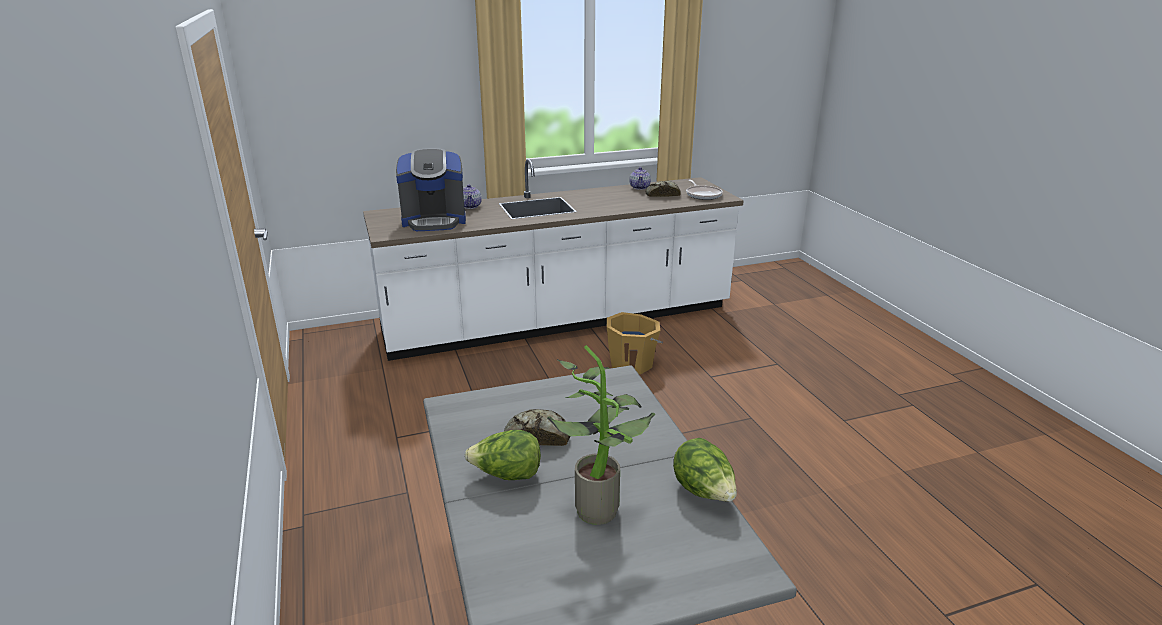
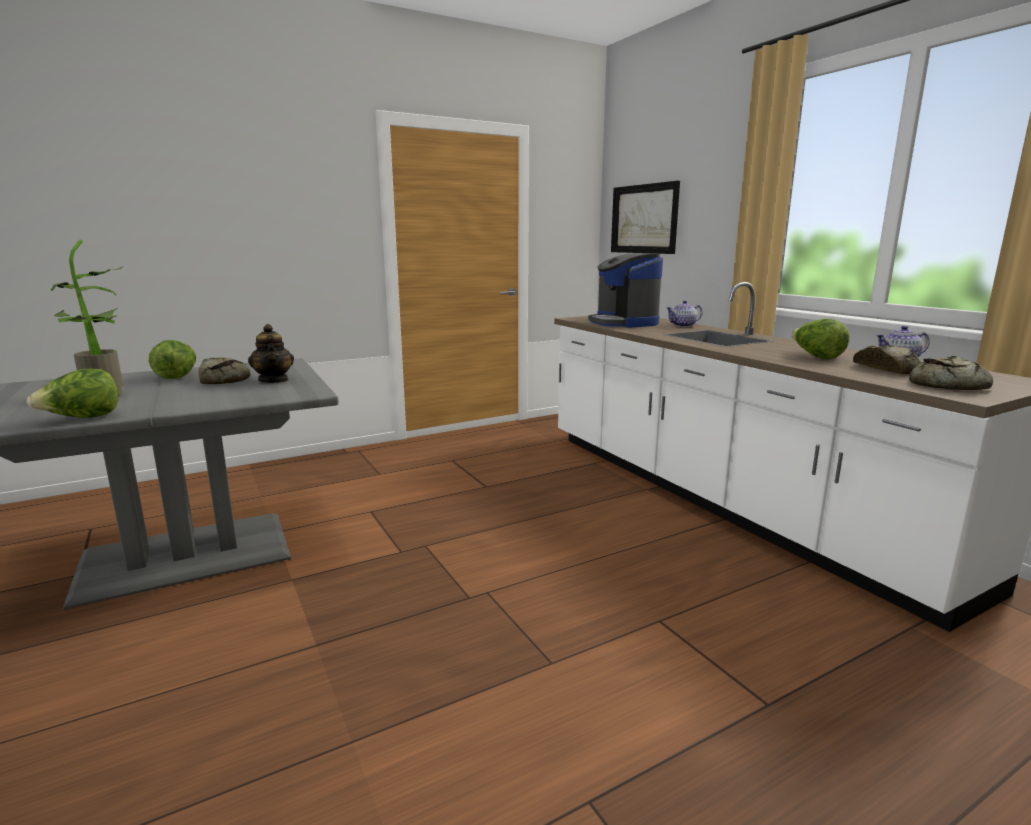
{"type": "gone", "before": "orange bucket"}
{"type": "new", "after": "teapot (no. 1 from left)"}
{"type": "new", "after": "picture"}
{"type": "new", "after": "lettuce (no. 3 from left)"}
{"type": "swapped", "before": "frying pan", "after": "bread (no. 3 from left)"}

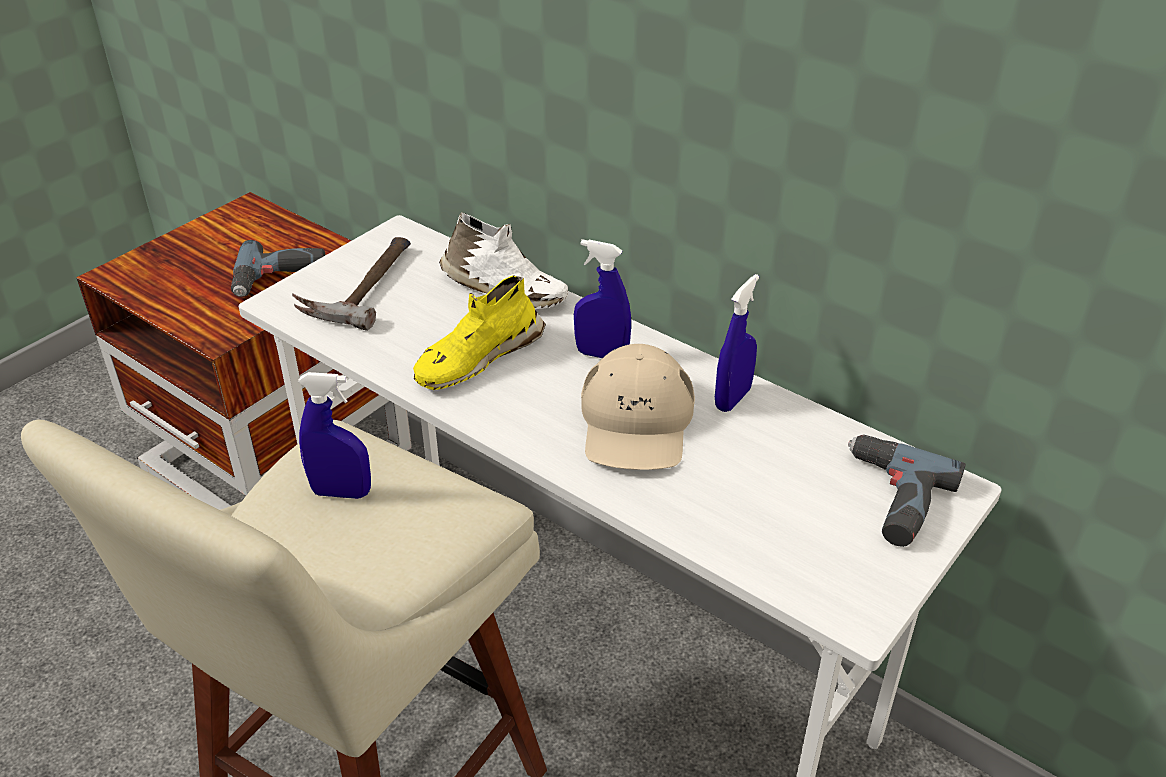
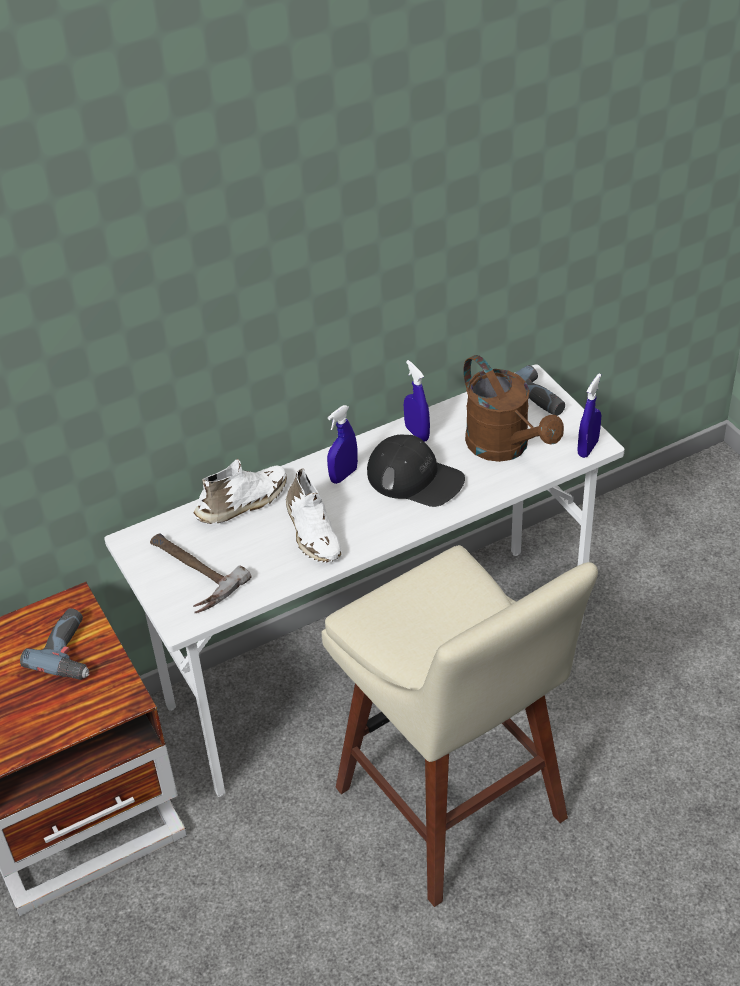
{"type": "new", "after": "brown watering can"}
{"type": "shifted", "before": "blue spray bottle (no. 1 from left in the first image)", "after": "blue spray bottle (no. 3 from left)"}
{"type": "repainted", "before": "yellow shoe", "after": "white shoe (no. 2 from left)"}
{"type": "repainted", "before": "beige cap", "after": "black cap"}

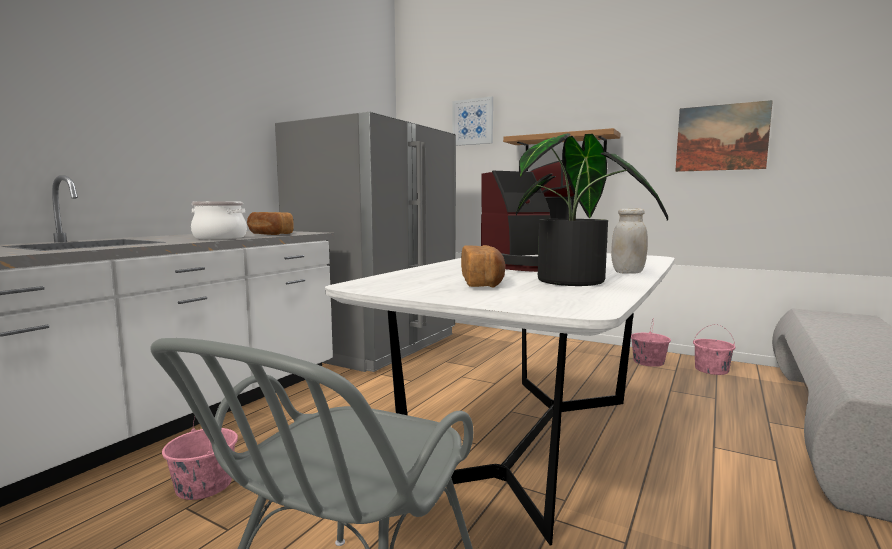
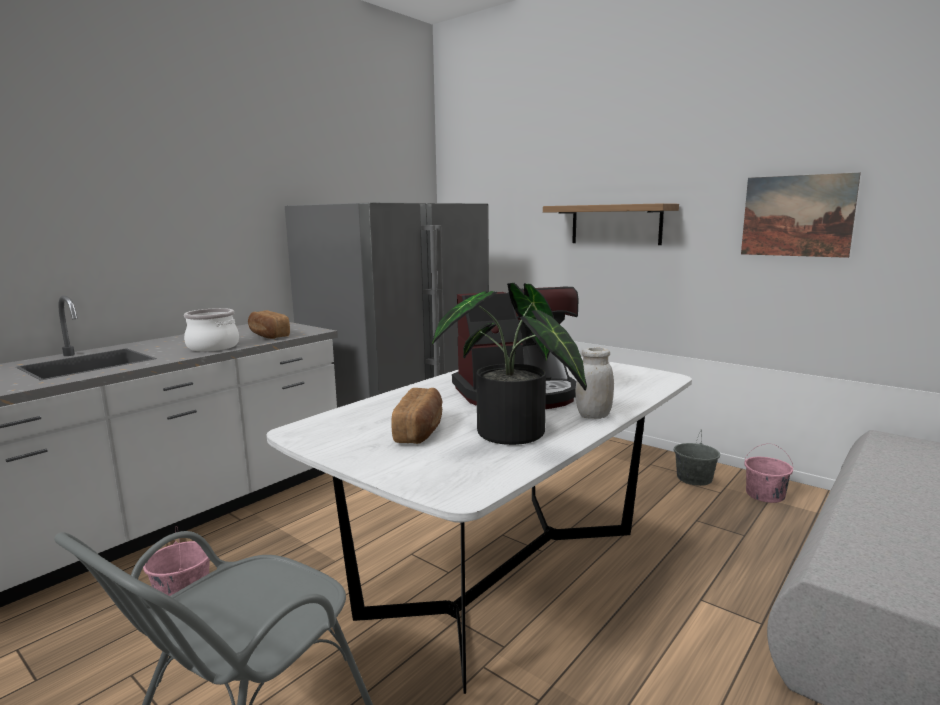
{"type": "gone", "before": "picture (no. 1 from left)"}
{"type": "repainted", "before": "pink bucket (no. 2 from left)", "after": "grey bucket"}

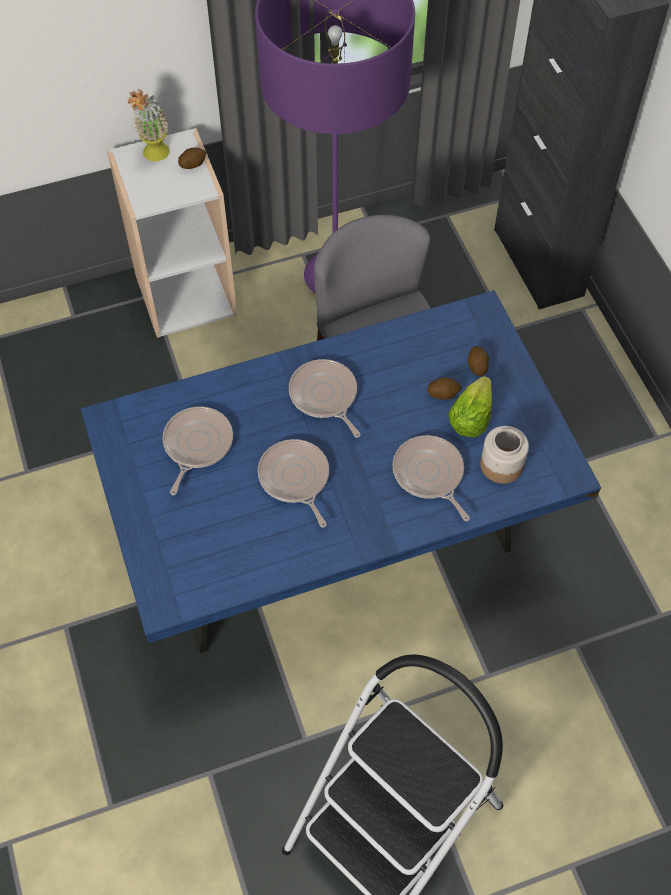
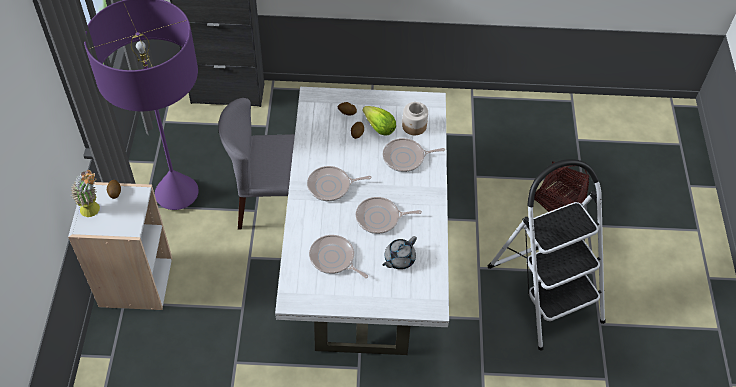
{"type": "new", "after": "grey teapot"}
{"type": "new", "after": "basket"}
{"type": "repainted", "before": "blue dining table", "after": "white dining table"}

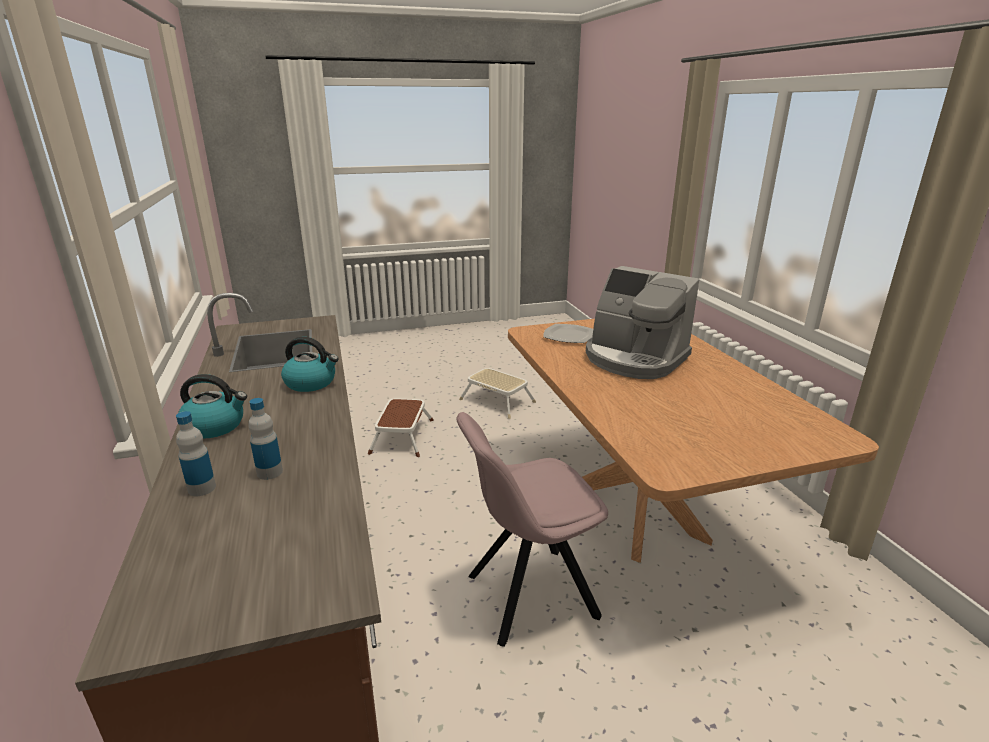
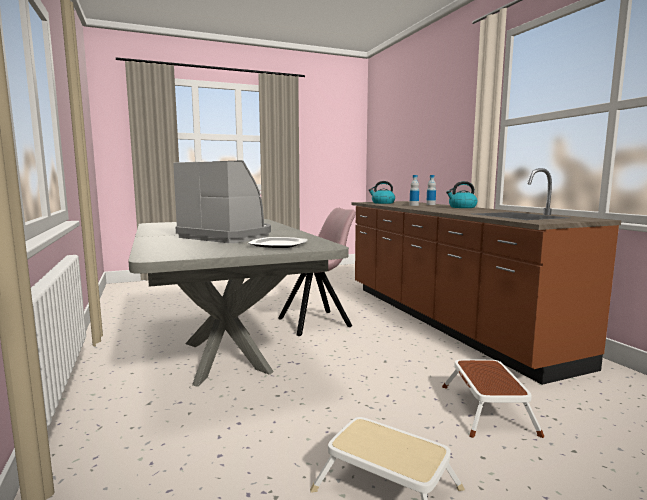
{"type": "shifted", "before": "kettle (no. 2 from left in the first image)", "after": "kettle (no. 1 from left)"}
{"type": "repainted", "before": "brown dining table", "after": "grey dining table"}

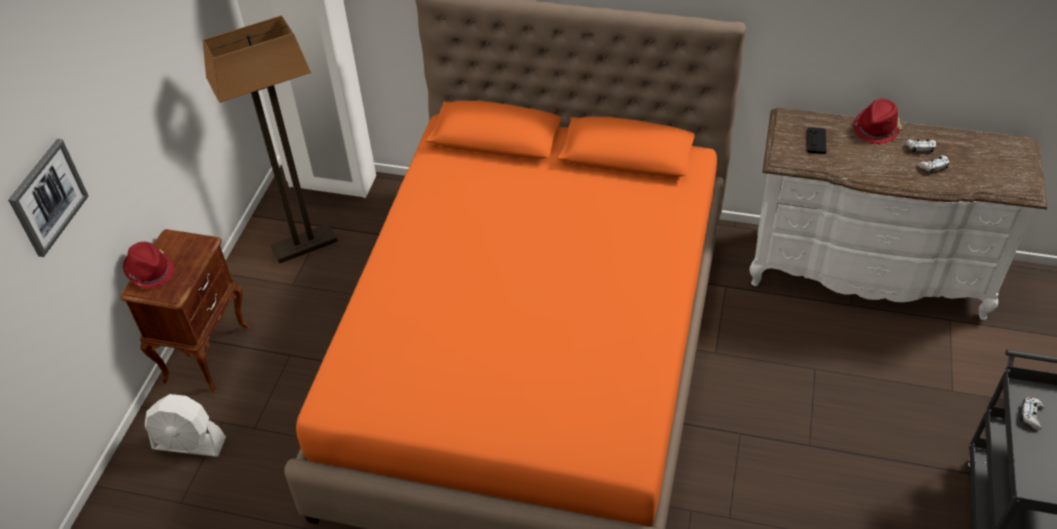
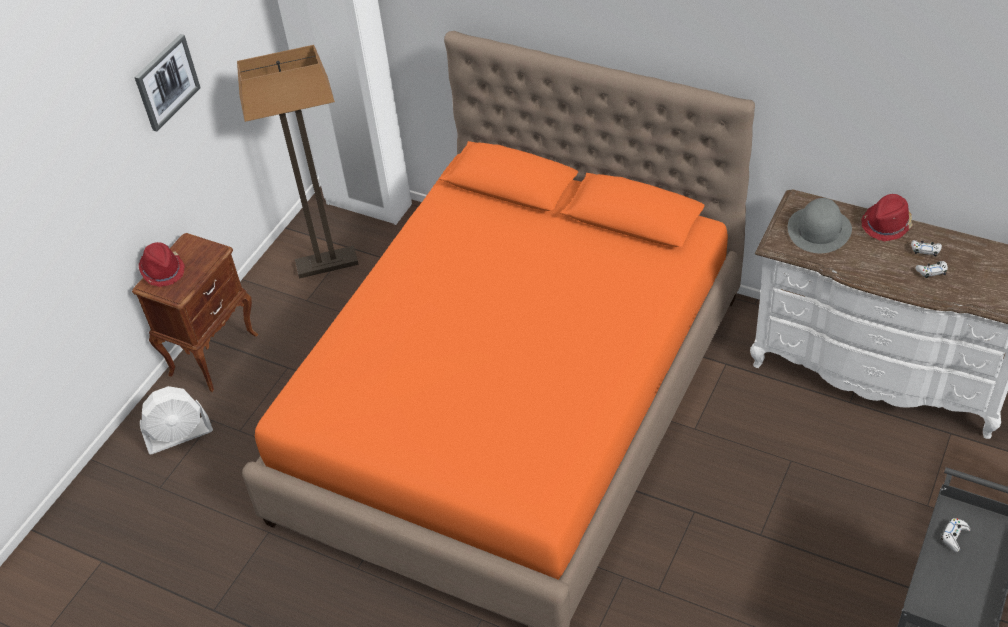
{"type": "shifted", "before": "picture"}
{"type": "swapped", "before": "black game controller", "after": "grey hat"}
{"type": "rotated", "before": "white fan", "turn": -45}

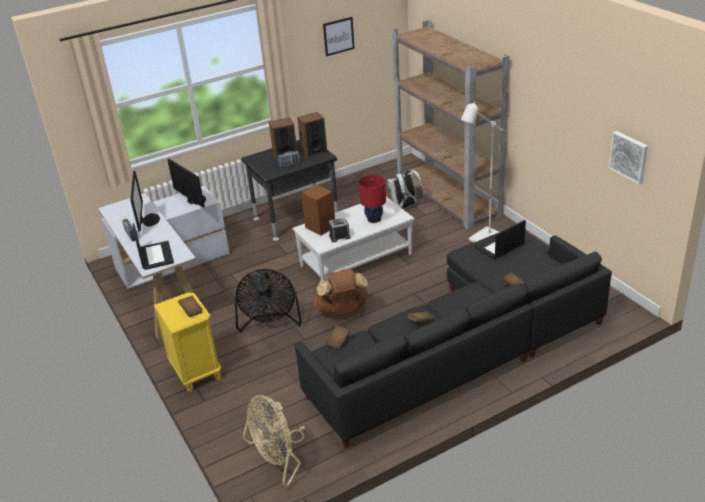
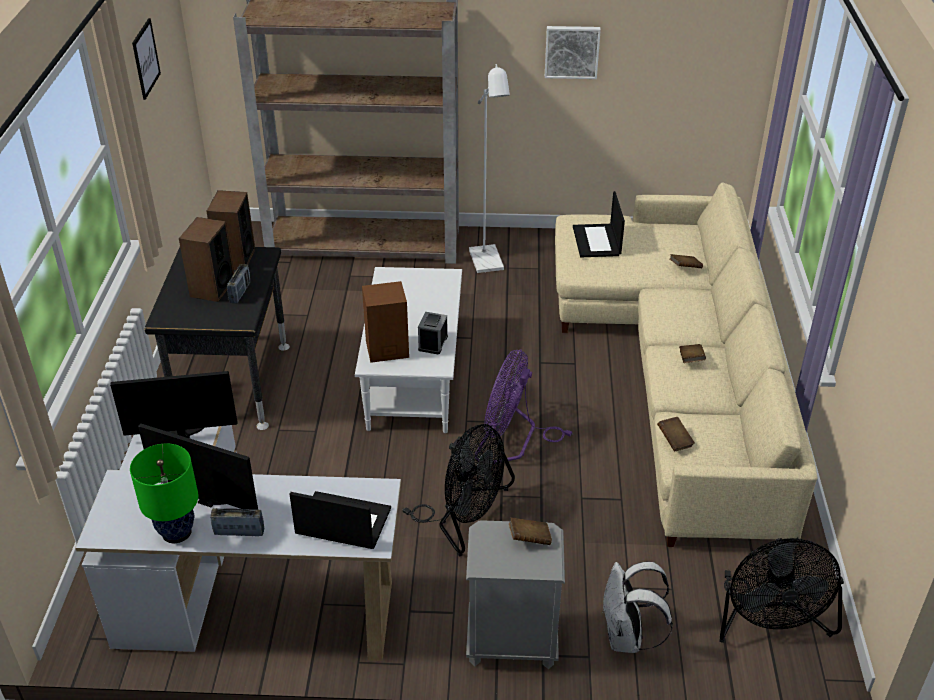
{"type": "gone", "before": "red table lamp"}
{"type": "new", "after": "green table lamp"}
{"type": "shifted", "before": "white backpack"}
{"type": "shifted", "before": "picture (no. 2 from left)"}
{"type": "swapped", "before": "brown backpack", "after": "purple fan"}
{"type": "repainted", "before": "yellow nightstand", "after": "grey nightstand"}
{"type": "repainted", "before": "beige fan", "after": "black fan (no. 2 from left)"}
{"type": "repainted", "before": "black sofa", "after": "beige sofa"}

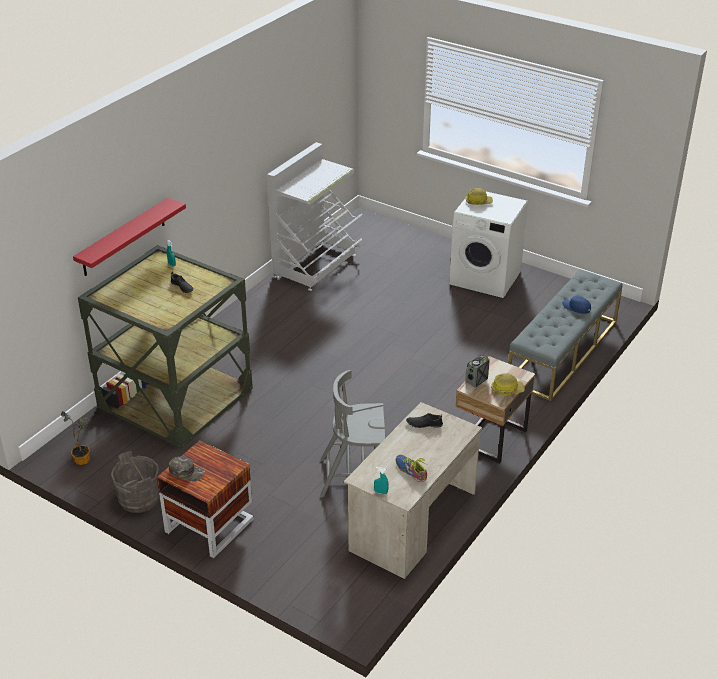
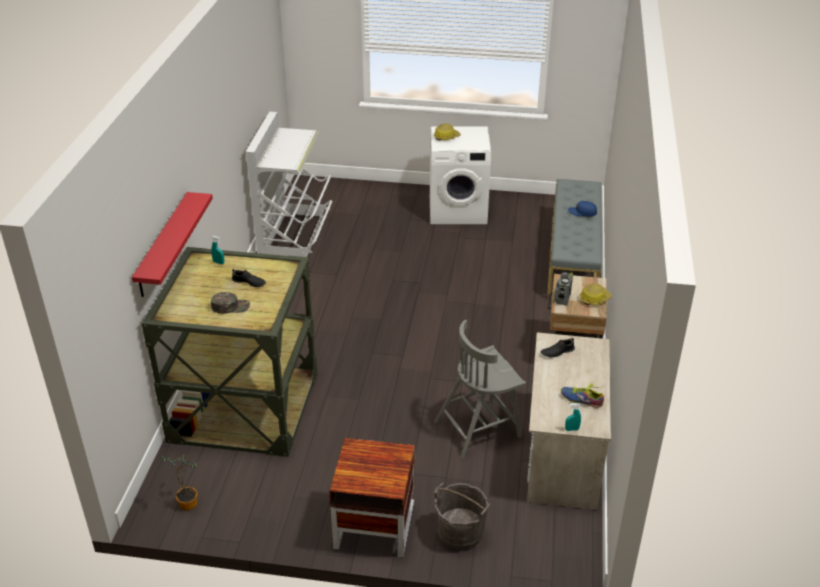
{"type": "shifted", "before": "grey bucket"}
{"type": "shifted", "before": "green cap"}

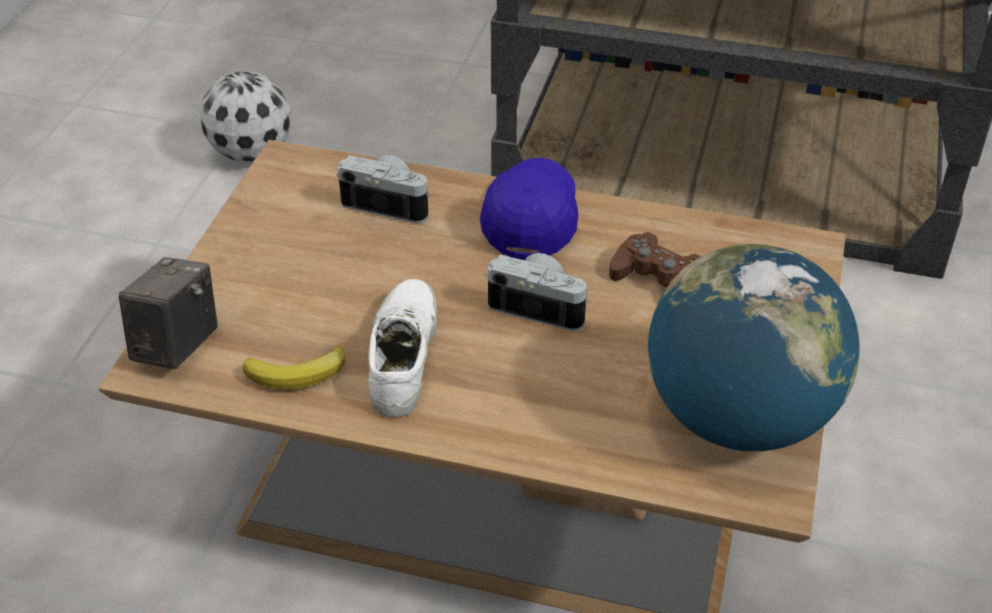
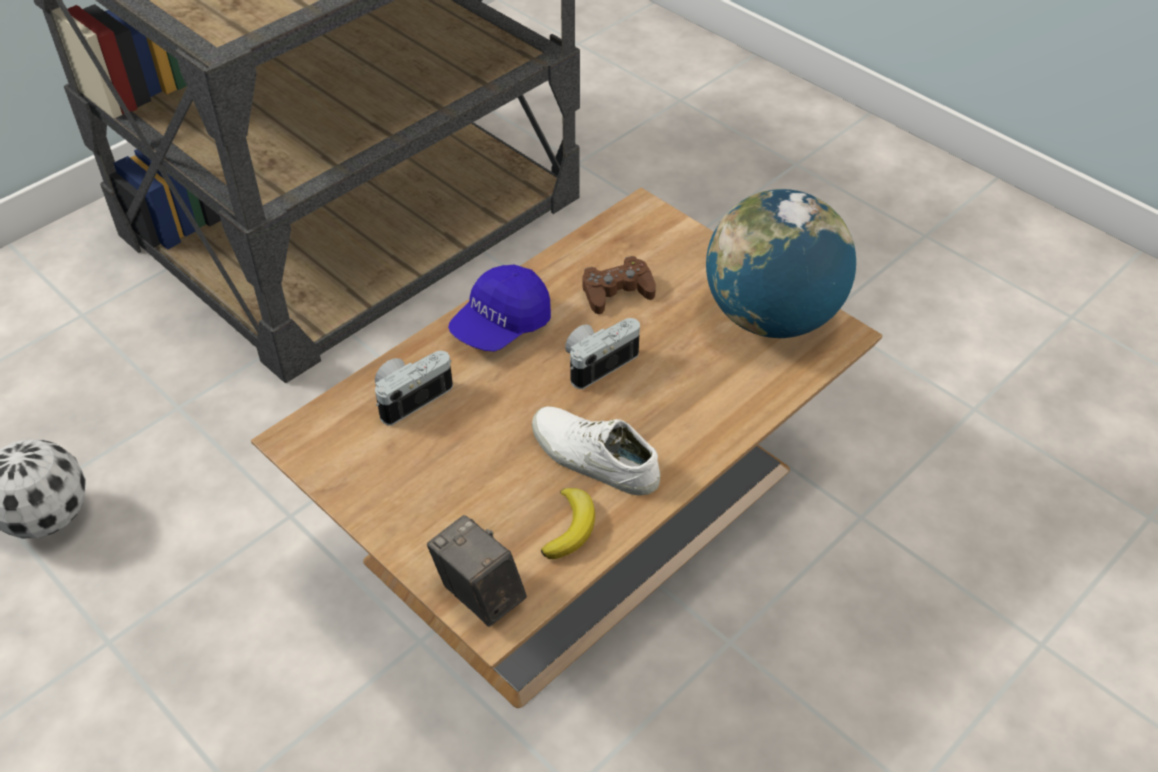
{"type": "rotated", "before": "blue cap", "turn": -90}

